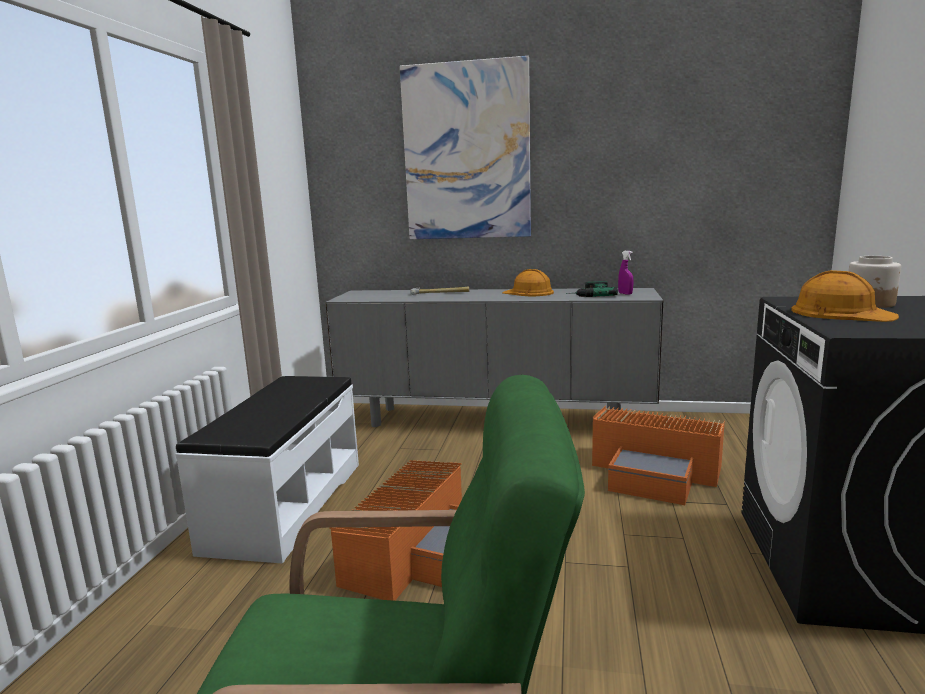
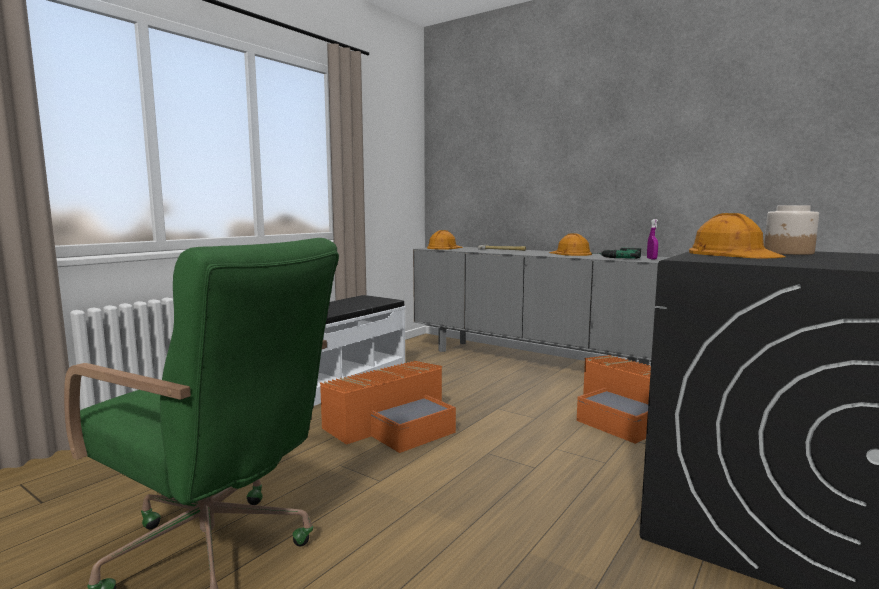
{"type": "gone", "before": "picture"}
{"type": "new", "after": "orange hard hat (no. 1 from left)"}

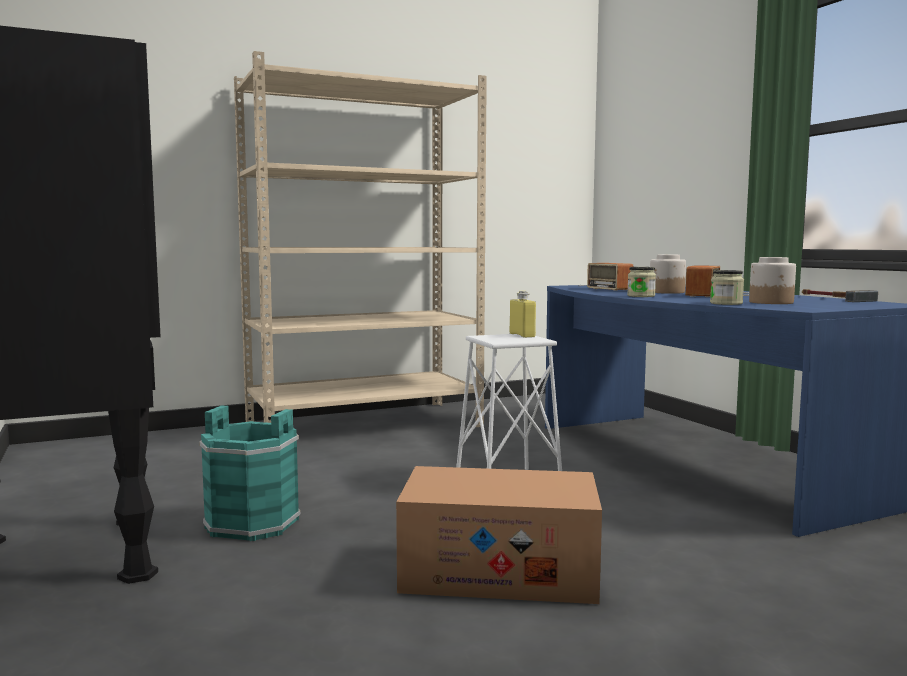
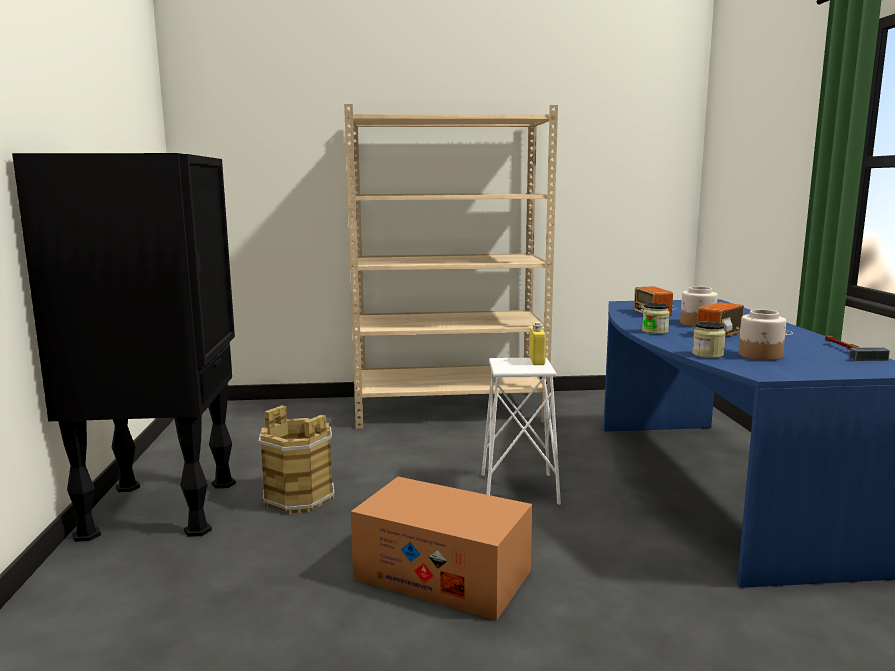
{"type": "repainted", "before": "turquoise bucket", "after": "brown bucket"}

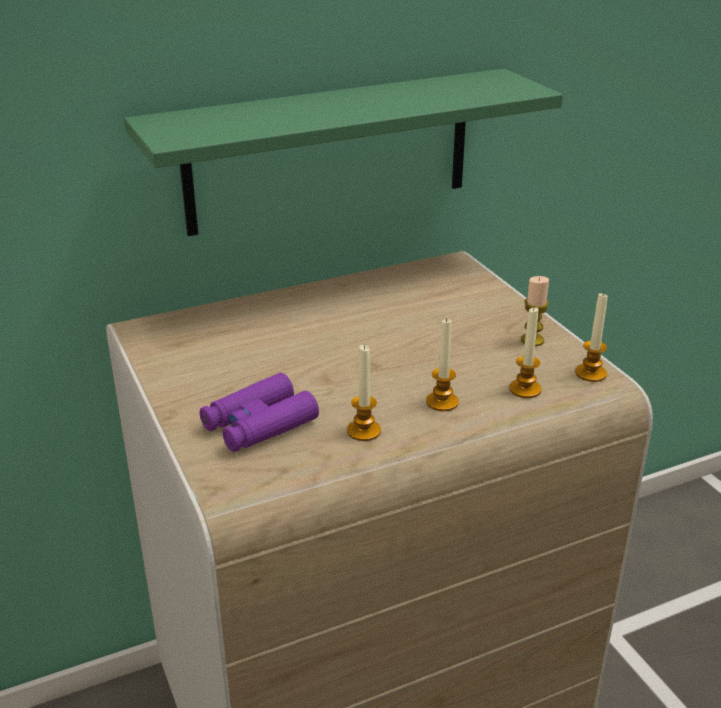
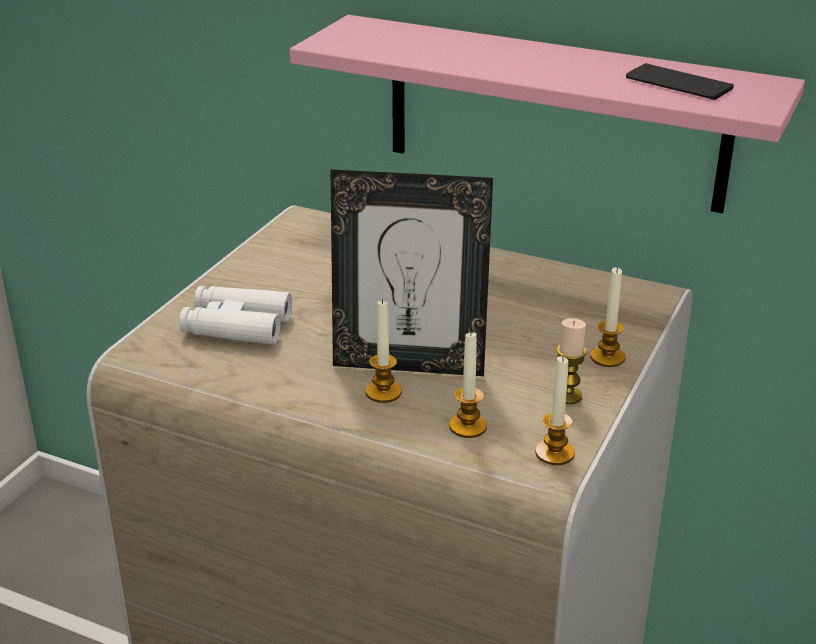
{"type": "new", "after": "picture frame"}
{"type": "new", "after": "phone"}
{"type": "shifted", "before": "candle (no. 1 from left in the first image)", "after": "candle (no. 5 from left)"}
{"type": "repainted", "before": "green shelf", "after": "pink shelf"}
{"type": "repainted", "before": "purple binoculars", "after": "white binoculars"}

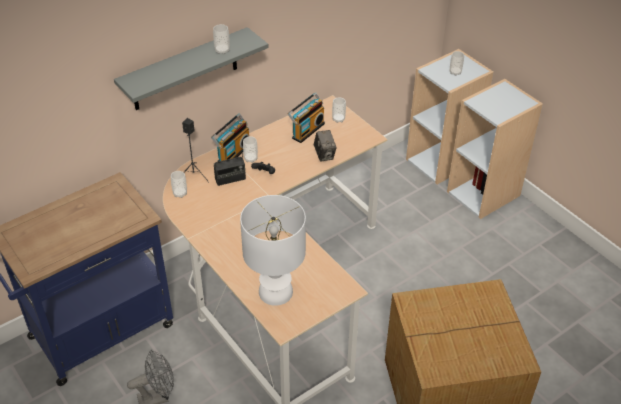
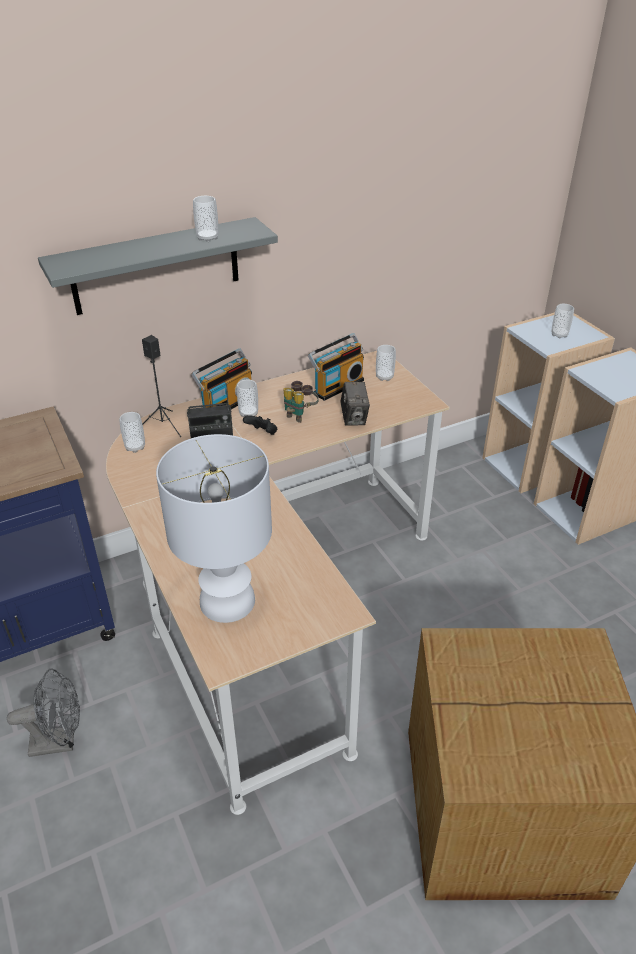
{"type": "new", "after": "binoculars"}

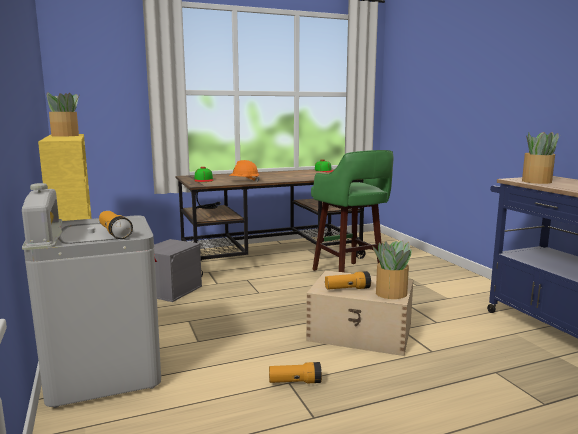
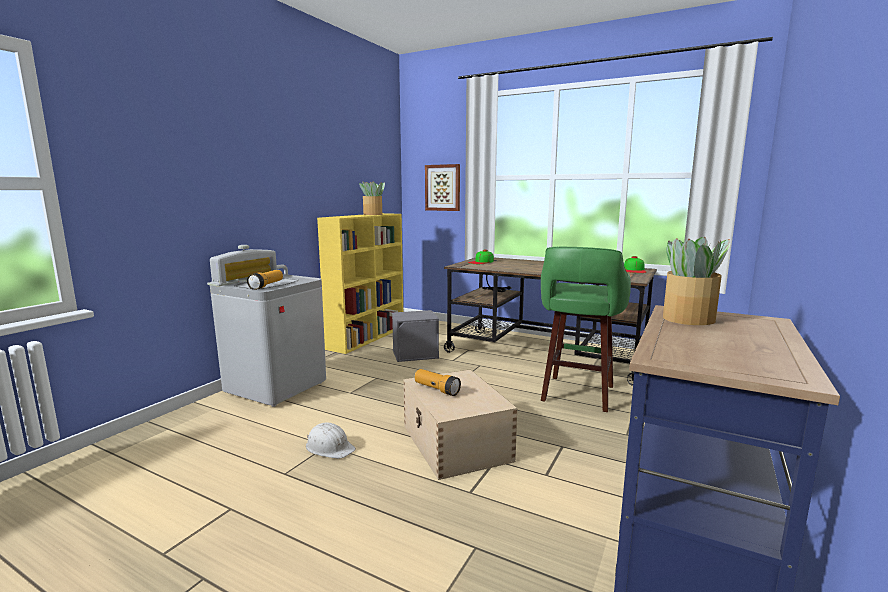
{"type": "gone", "before": "orange hard hat"}
{"type": "gone", "before": "potted plant (no. 2 from left)"}
{"type": "new", "after": "picture"}
{"type": "swapped", "before": "flashlight (no. 2 from left)", "after": "white hard hat"}

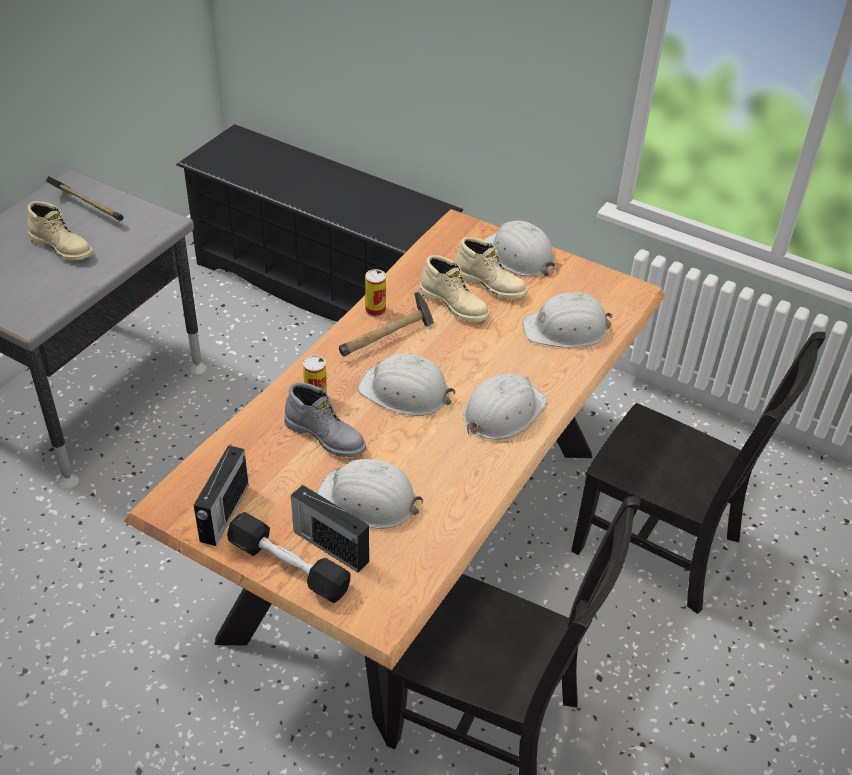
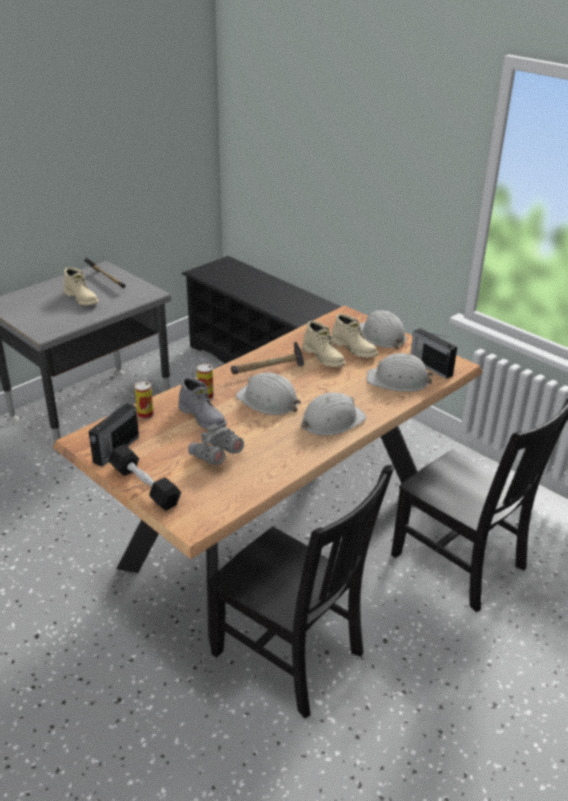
{"type": "shifted", "before": "radio (no. 2 from left)"}
{"type": "shifted", "before": "can (no. 2 from left in the first image)", "after": "can (no. 1 from left)"}
{"type": "swapped", "before": "white hard hat (no. 1 from left)", "after": "grey binoculars"}

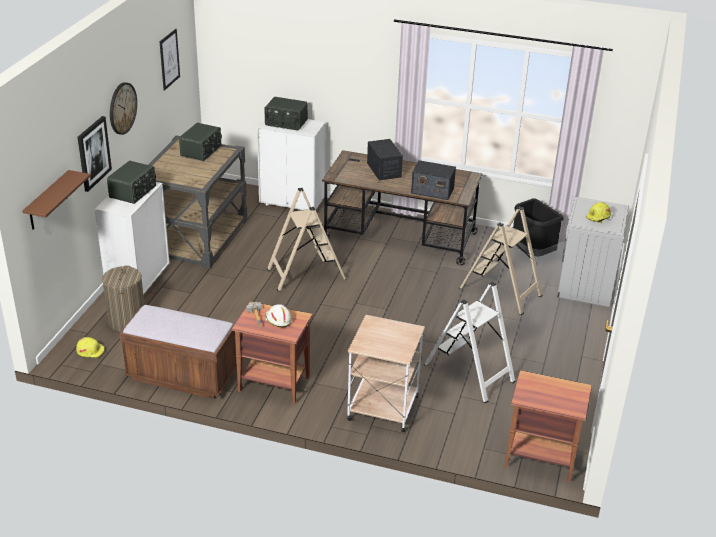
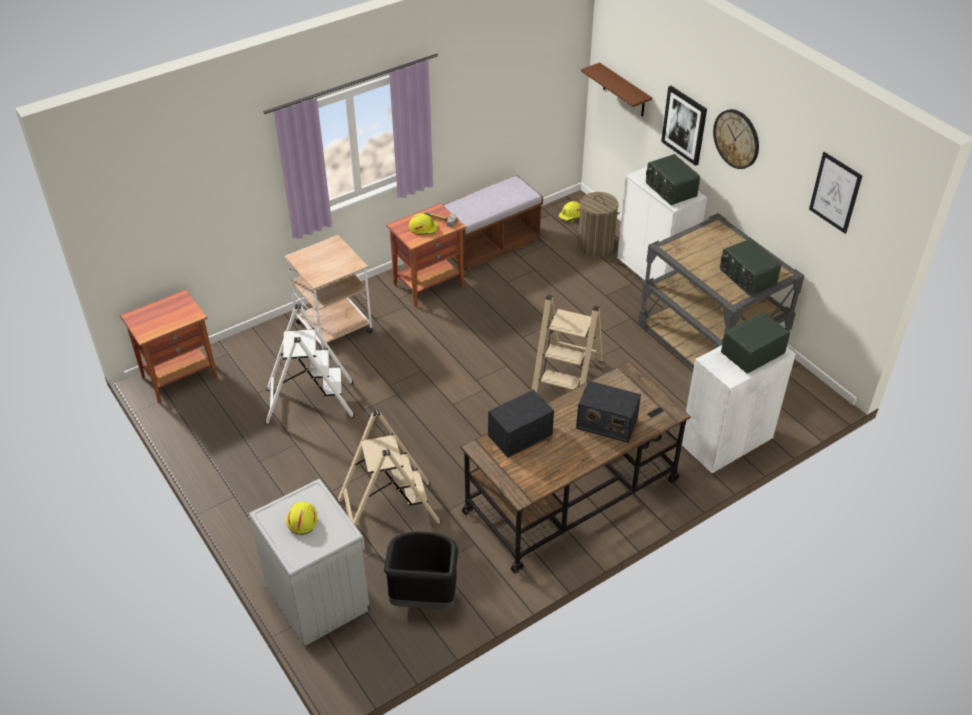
{"type": "repainted", "before": "white hard hat", "after": "yellow hard hat (no. 2 from left)"}

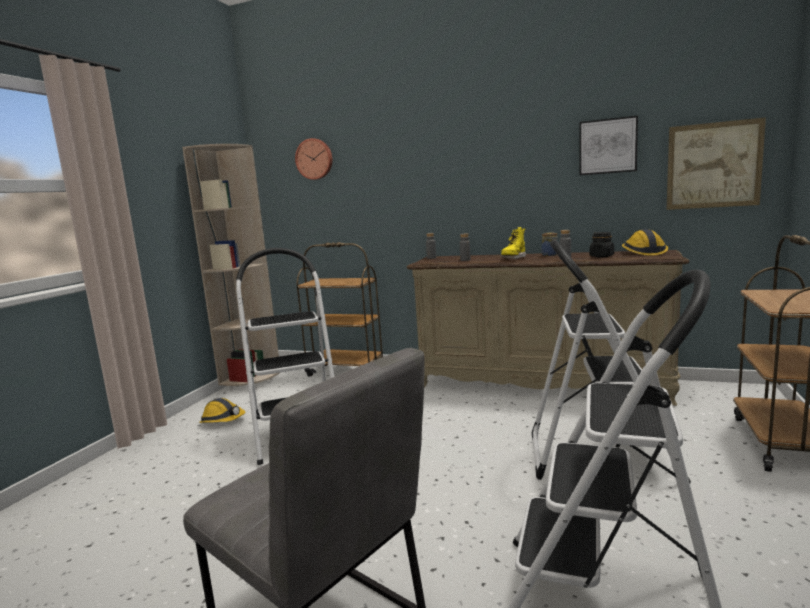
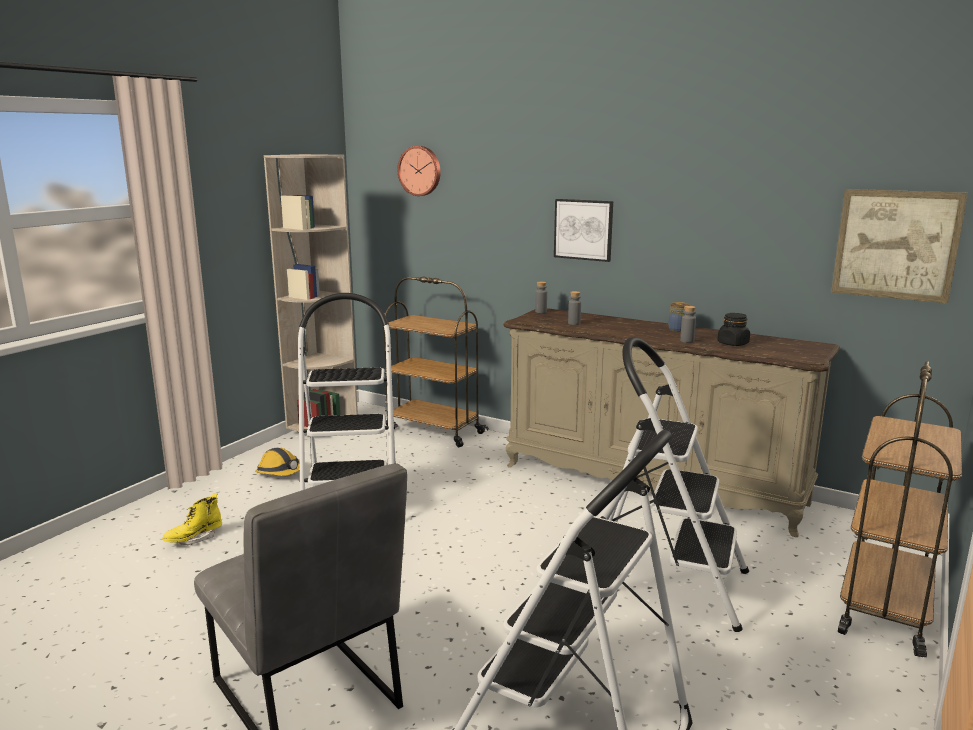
{"type": "gone", "before": "hard hat (no. 2 from left)"}
{"type": "shifted", "before": "yellow boot"}
{"type": "shifted", "before": "picture (no. 1 from left)"}

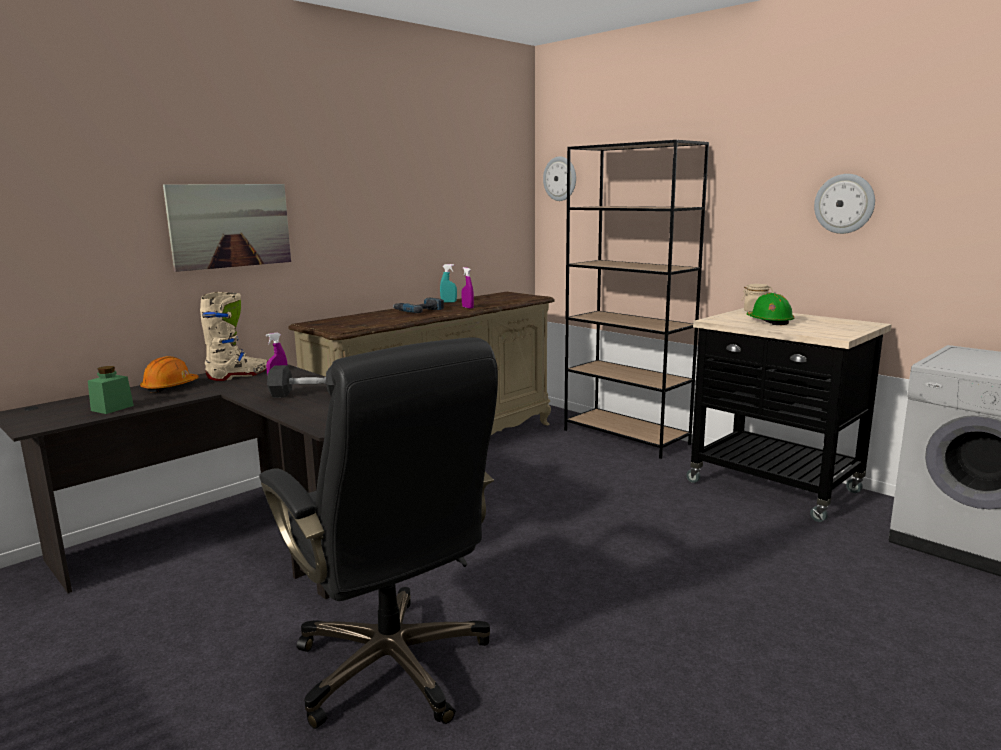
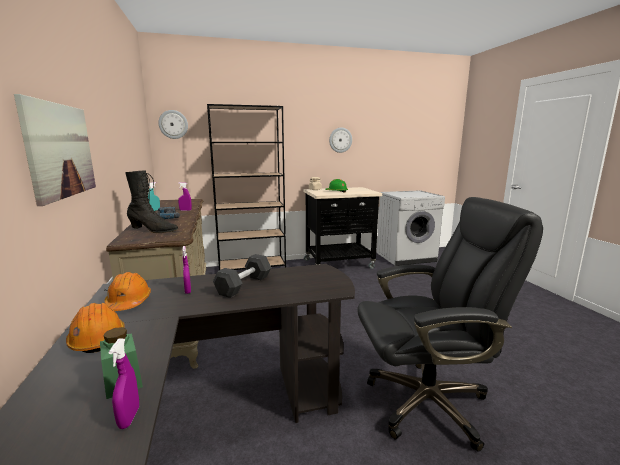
{"type": "new", "after": "purple spray bottle (no. 1 from left)"}
{"type": "new", "after": "black boot"}
{"type": "swapped", "before": "beige boot", "after": "orange hard hat (no. 2 from left)"}

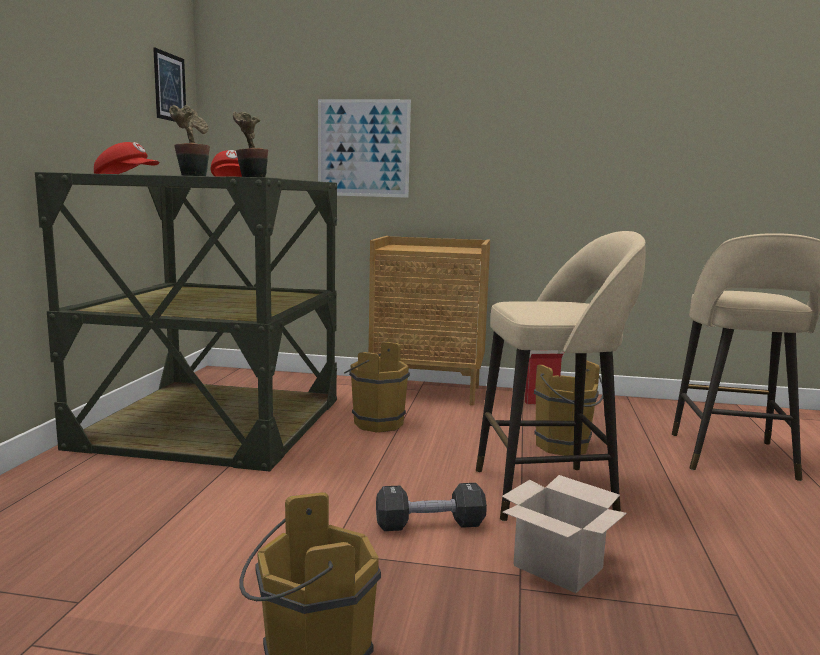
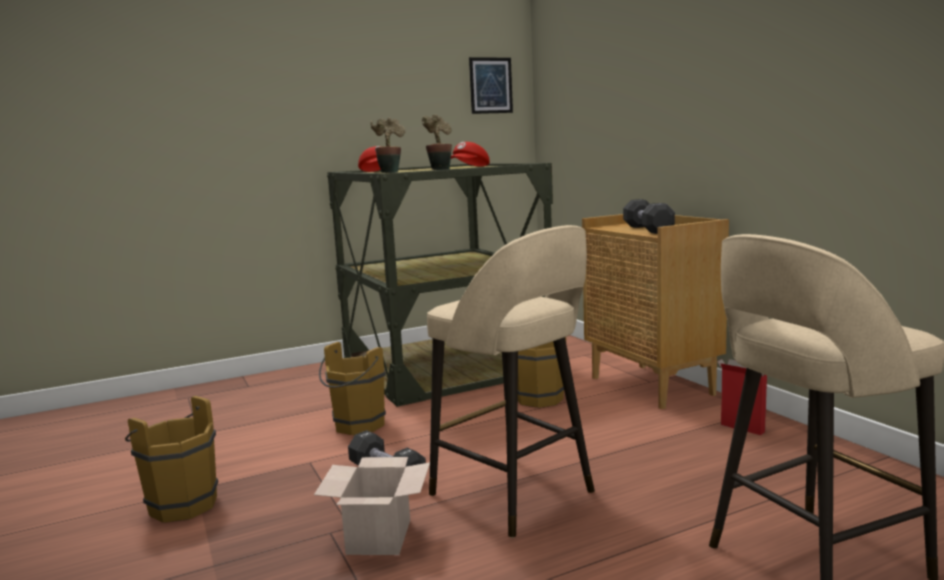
{"type": "gone", "before": "picture (no. 2 from left)"}
{"type": "new", "after": "black dumbbell (no. 2 from left)"}
{"type": "shifted", "before": "brown bucket (no. 3 from left in the first image)", "after": "brown bucket (no. 2 from left)"}

